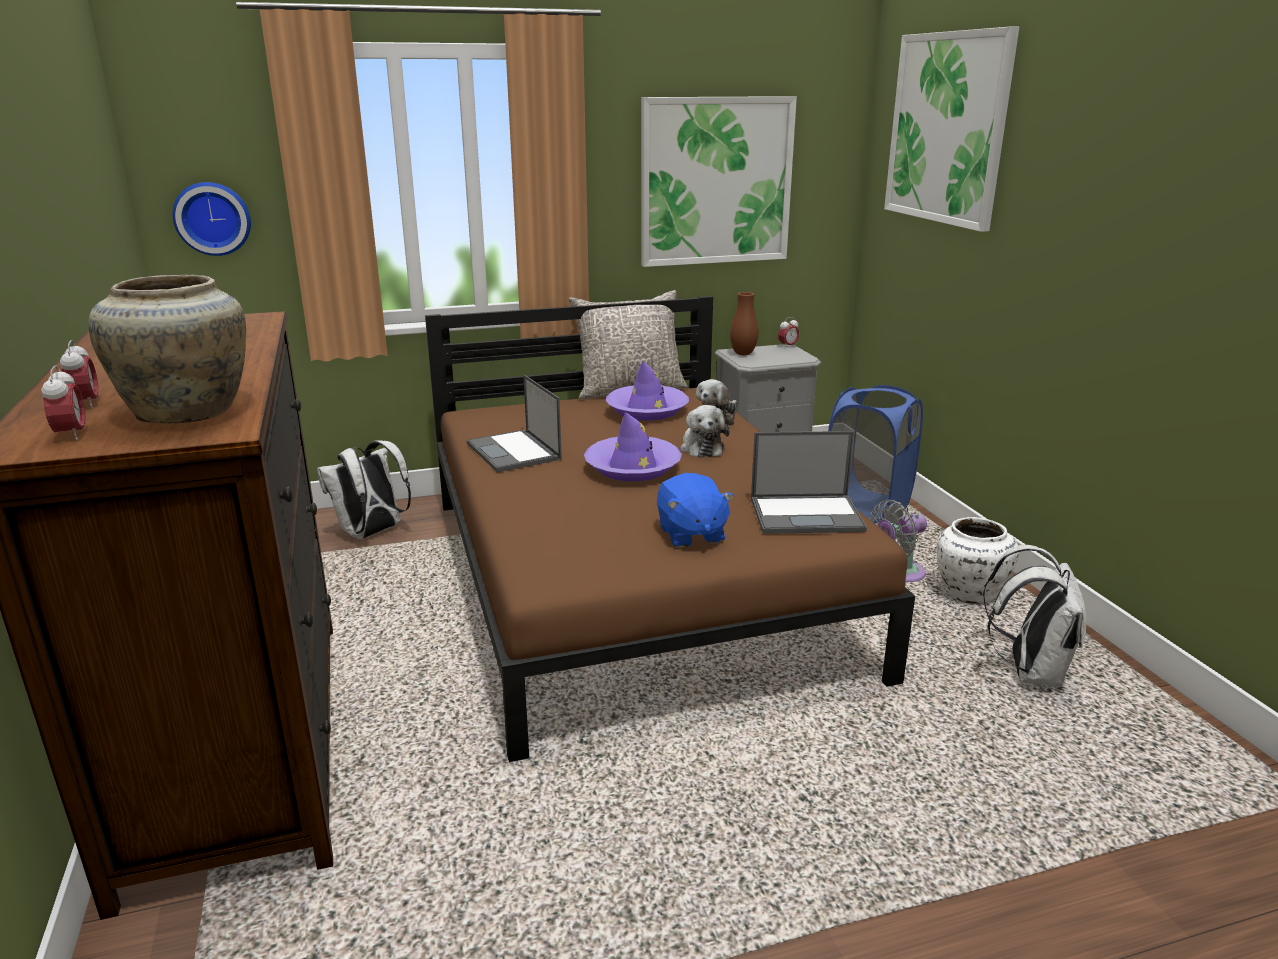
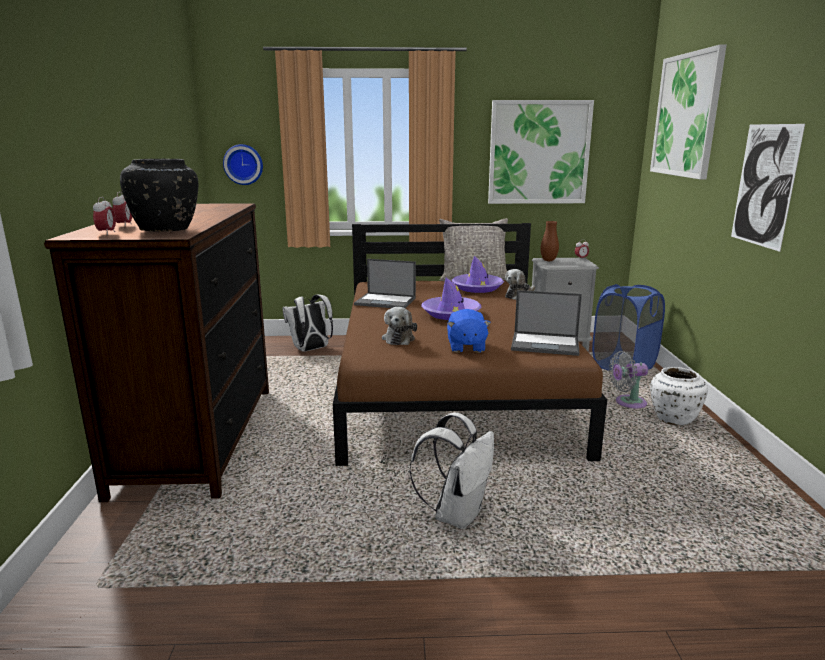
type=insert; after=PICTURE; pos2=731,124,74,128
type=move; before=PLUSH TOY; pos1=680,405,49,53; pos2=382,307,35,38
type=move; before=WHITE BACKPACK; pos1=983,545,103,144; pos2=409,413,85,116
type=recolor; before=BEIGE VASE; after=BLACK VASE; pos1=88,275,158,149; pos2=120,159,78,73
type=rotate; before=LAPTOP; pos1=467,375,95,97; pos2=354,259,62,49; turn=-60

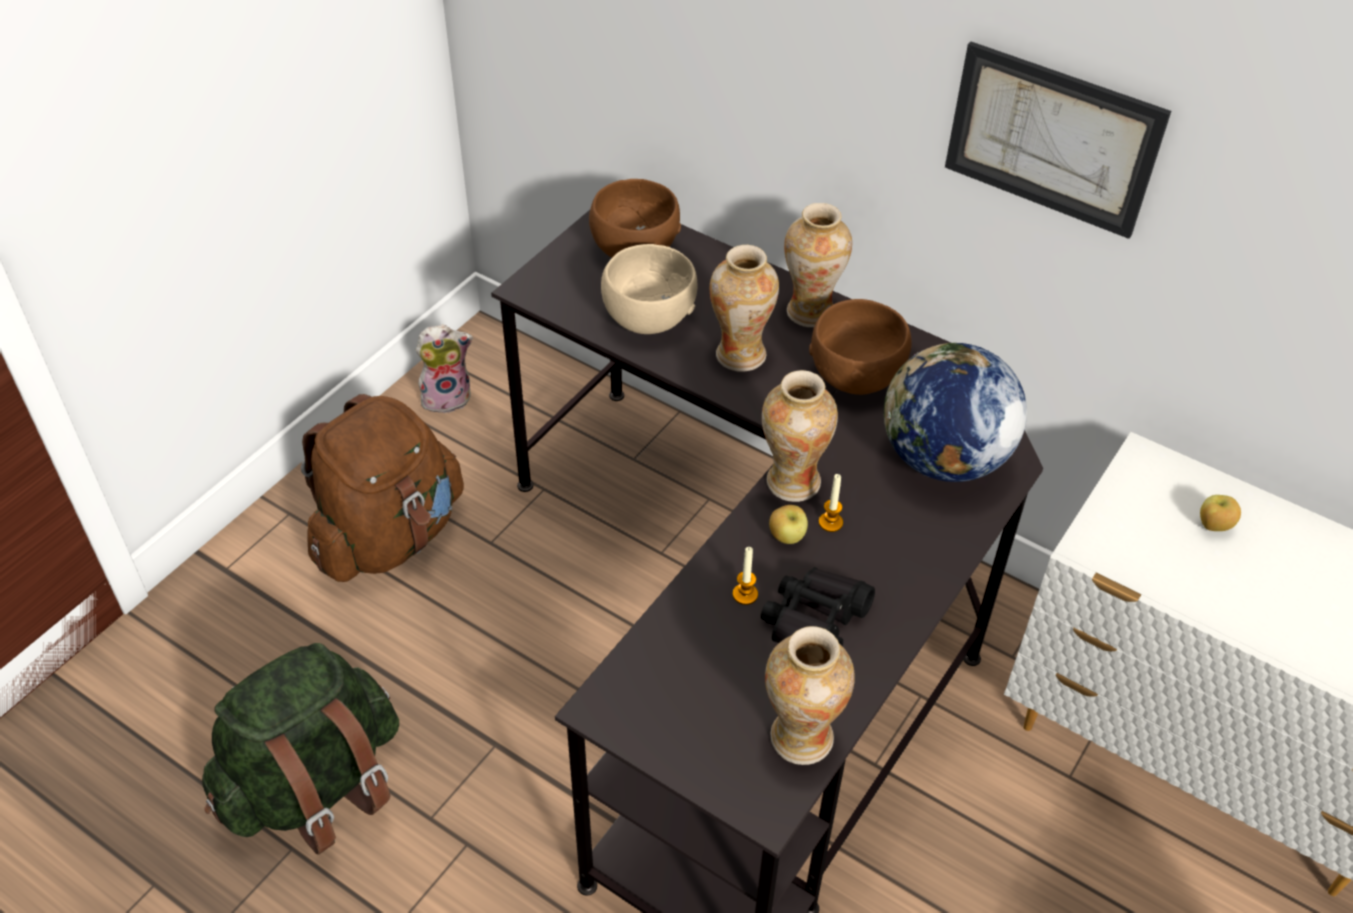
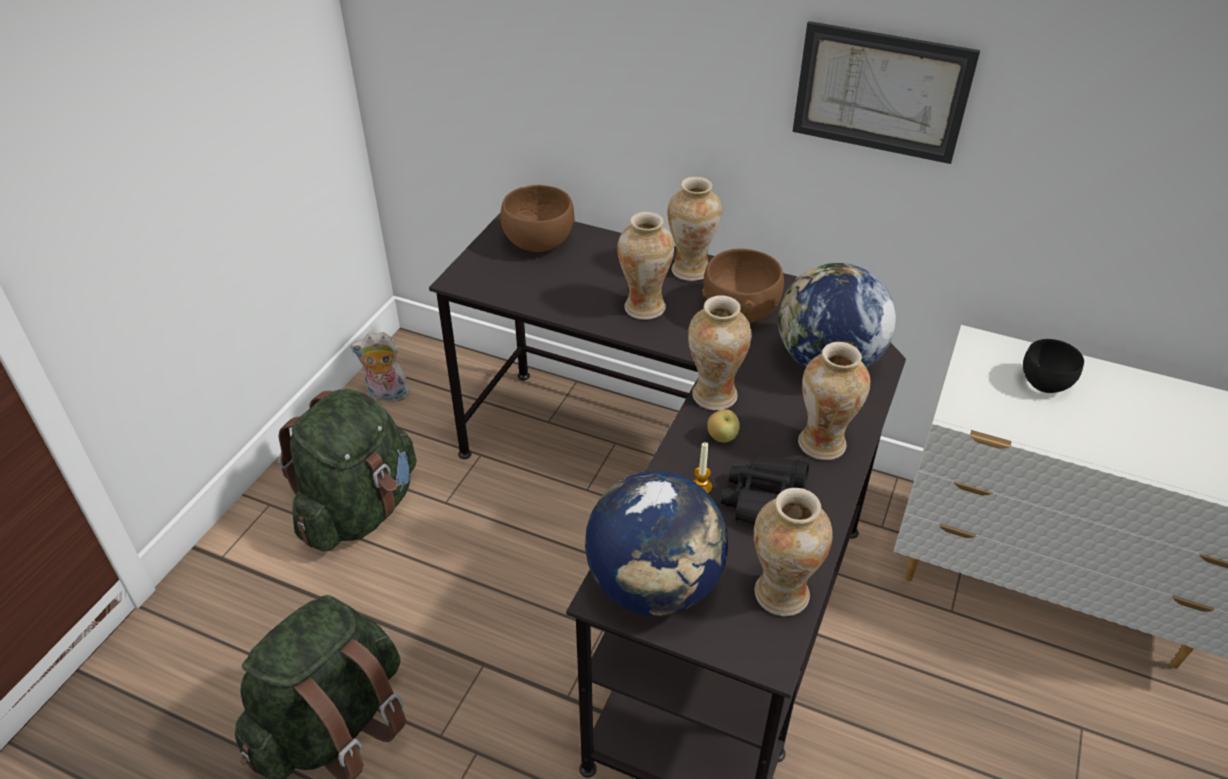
type=delete; before=BEIGE BOWL; pos1=601,244,96,90
type=delete; before=CANDLE; pos1=819,474,24,58
type=insert; after=GLOBE; pos2=585,471,143,145
type=insert; after=VASE; pos2=798,342,72,118
type=replace; before=APPLE; after=BLACK BOWL; pos1=1200,495,41,36; pos2=1023,339,61,54
type=recolor; before=BROWN BACKPACK; after=GREEN BACKPACK; pos1=301,394,163,188; pos2=278,389,138,162
type=rotate; before=PLUSH TOY; pos1=416,325,57,88; pos2=350,332,62,70; turn=-150

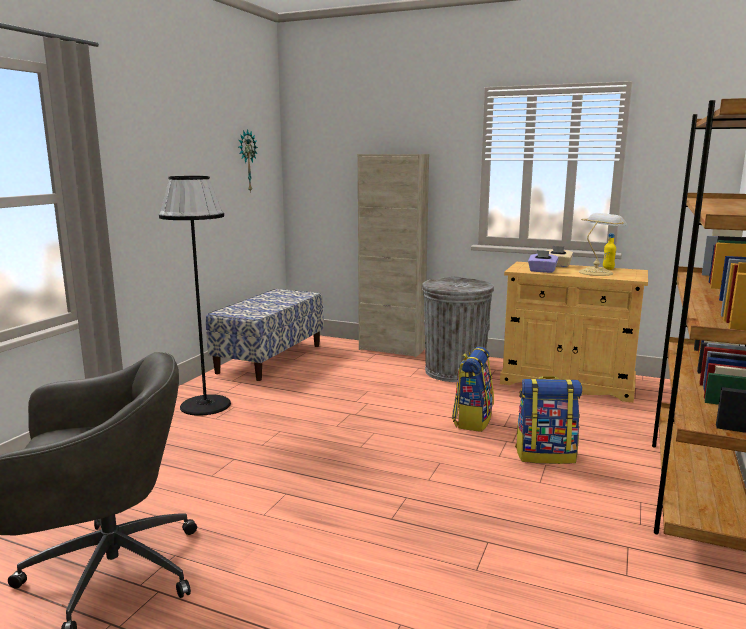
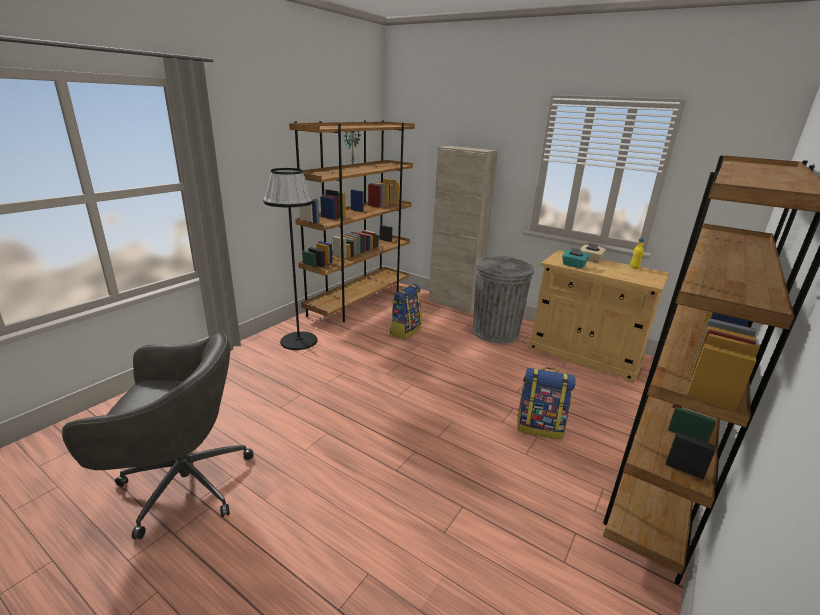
type=delete; before=TABLE LAMP; pos1=579,213,48,63
type=move; before=BACKPACK; pos1=452,347,42,85; pos2=390,284,32,56
type=replace; before=BENCH; after=BROWN BOOKCASE; pos1=206,289,118,92; pos2=289,120,126,202
type=recolor; before=PURPLE TISSUE BOX; after=TURQUOISE TISSUE BOX; pos1=528,250,31,23; pos2=562,248,28,21

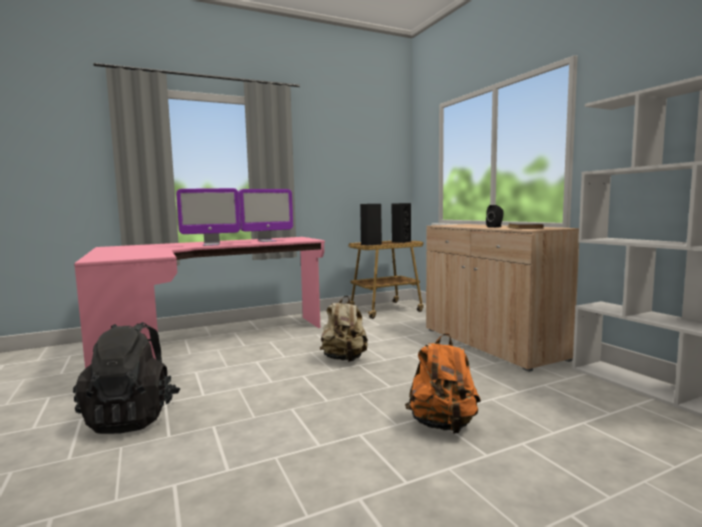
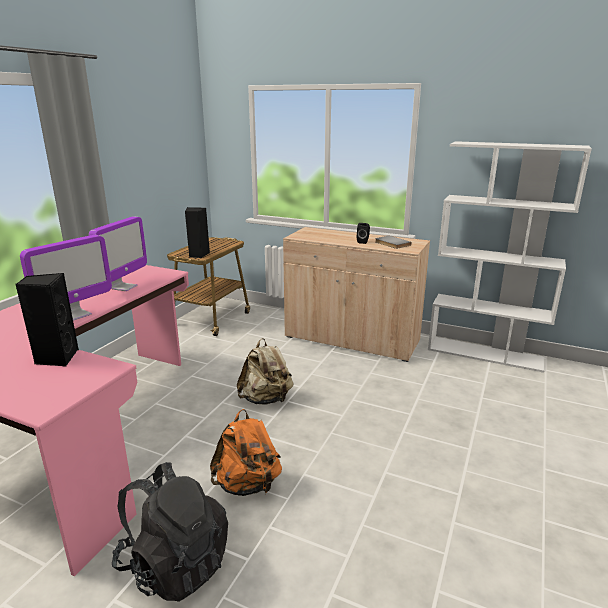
type=move; before=BLACK SPEAKER; pos1=391,203,20,40; pos2=15,273,64,93
type=move; before=ORANGE BACKPACK; pos1=405,333,76,101; pos2=210,409,72,87

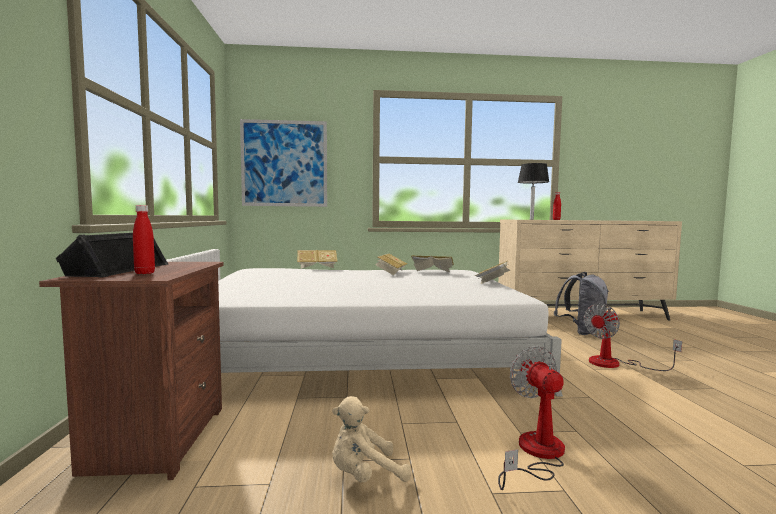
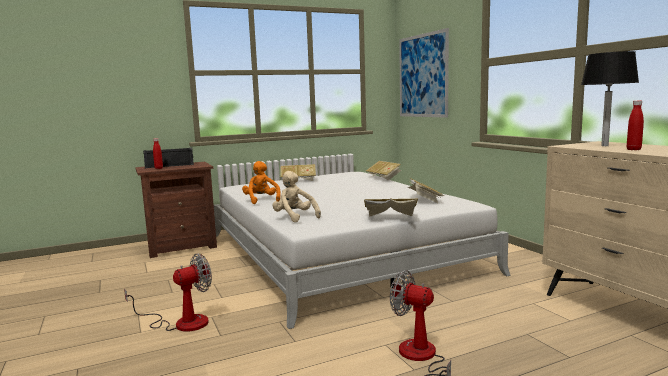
type=delete; before=GREY BACKPACK; pos1=554,272,55,63
type=insert; after=ORANGE PLUSH TOY; pos2=242,161,39,43
type=move; before=BEIGE PLUSH TOY; pos1=332,396,79,86; pos2=272,171,49,51
type=move; before=BOOK; pos1=375,254,32,21; pos2=280,164,36,17

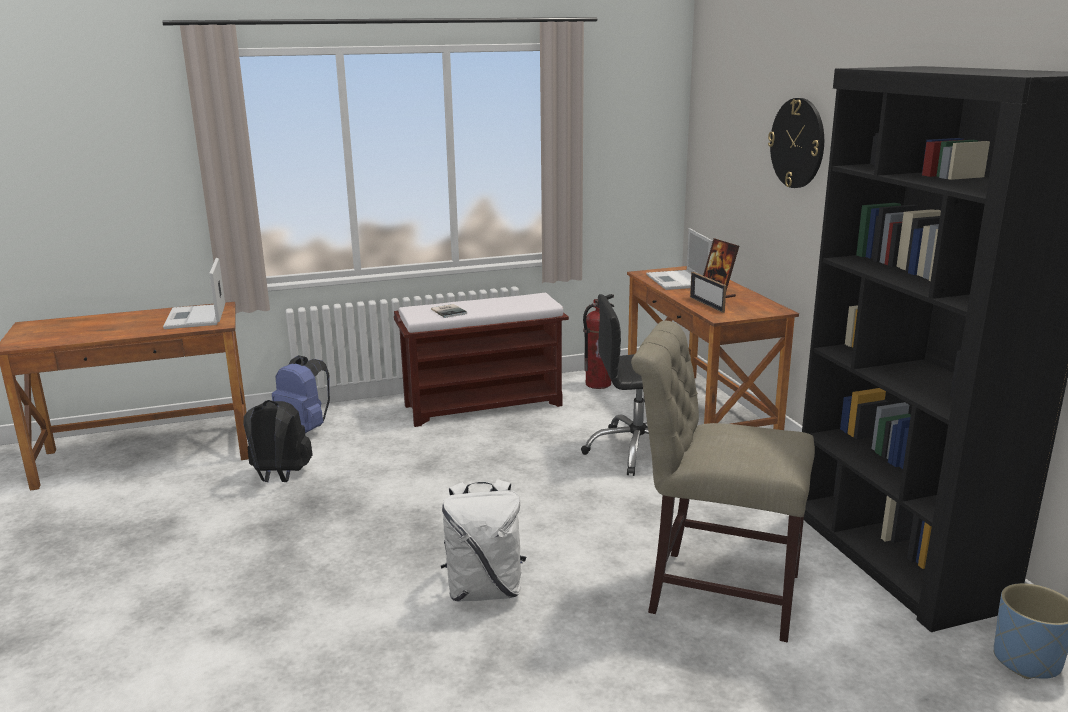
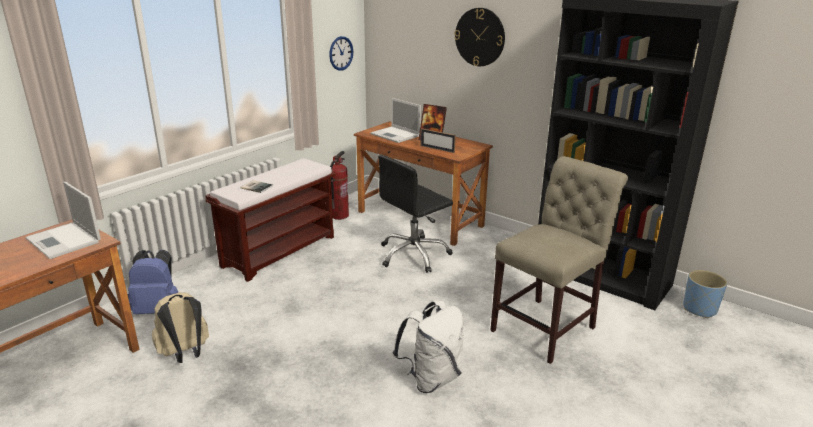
type=insert; after=WALL CLOCK; pos2=329,36,24,35
type=recolor; before=BLACK BACKPACK; after=BEIGE BACKPACK; pos1=243,400,70,82; pos2=152,292,57,71
type=rotate; before=BEIGE CHAIR; pos1=631,321,184,321; pos2=490,156,138,208; turn=150

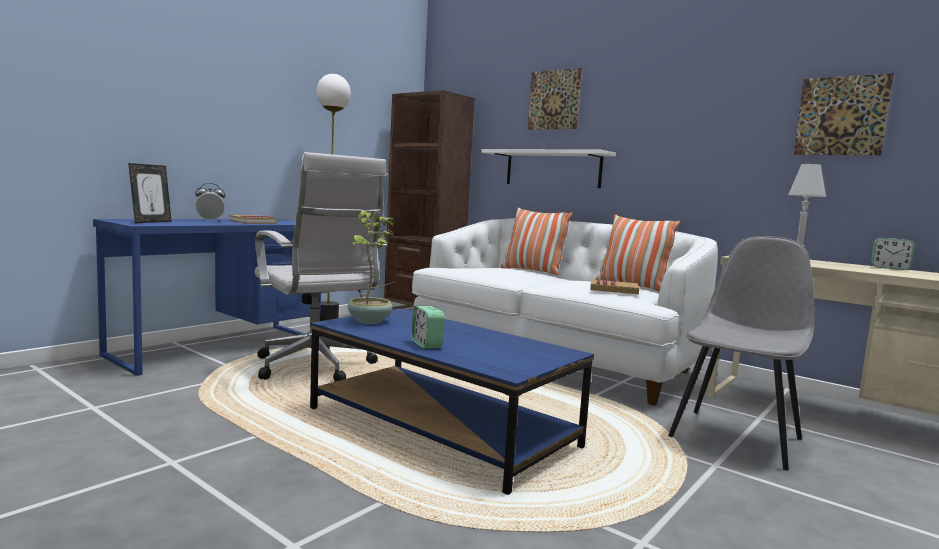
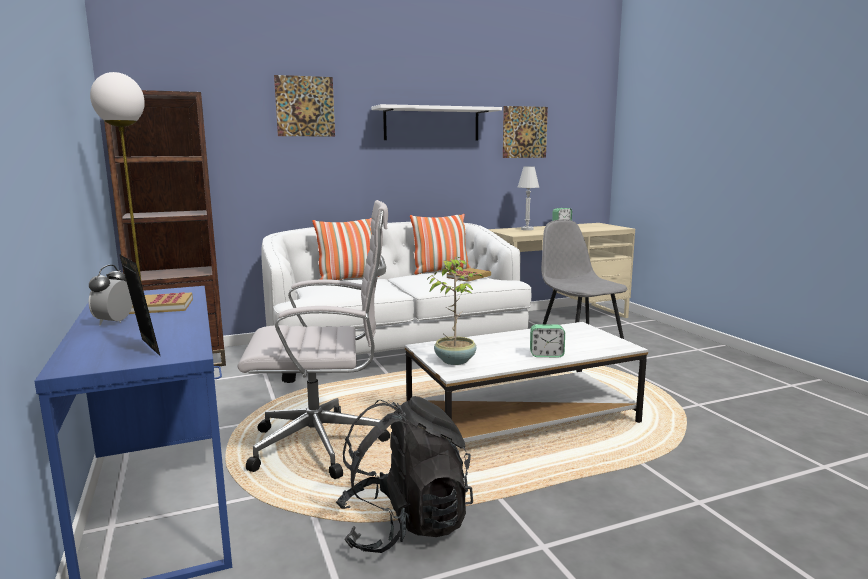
type=insert; after=BLACK BACKPACK; pos2=336,396,137,157
type=move; before=WHITE SHELF; pos1=481,149,135,39; pos2=371,104,131,36
type=recolor; before=BLUE COFFEE TABLE; after=WHITE COFFEE TABLE; pos1=310,308,284,187; pos2=405,322,243,121

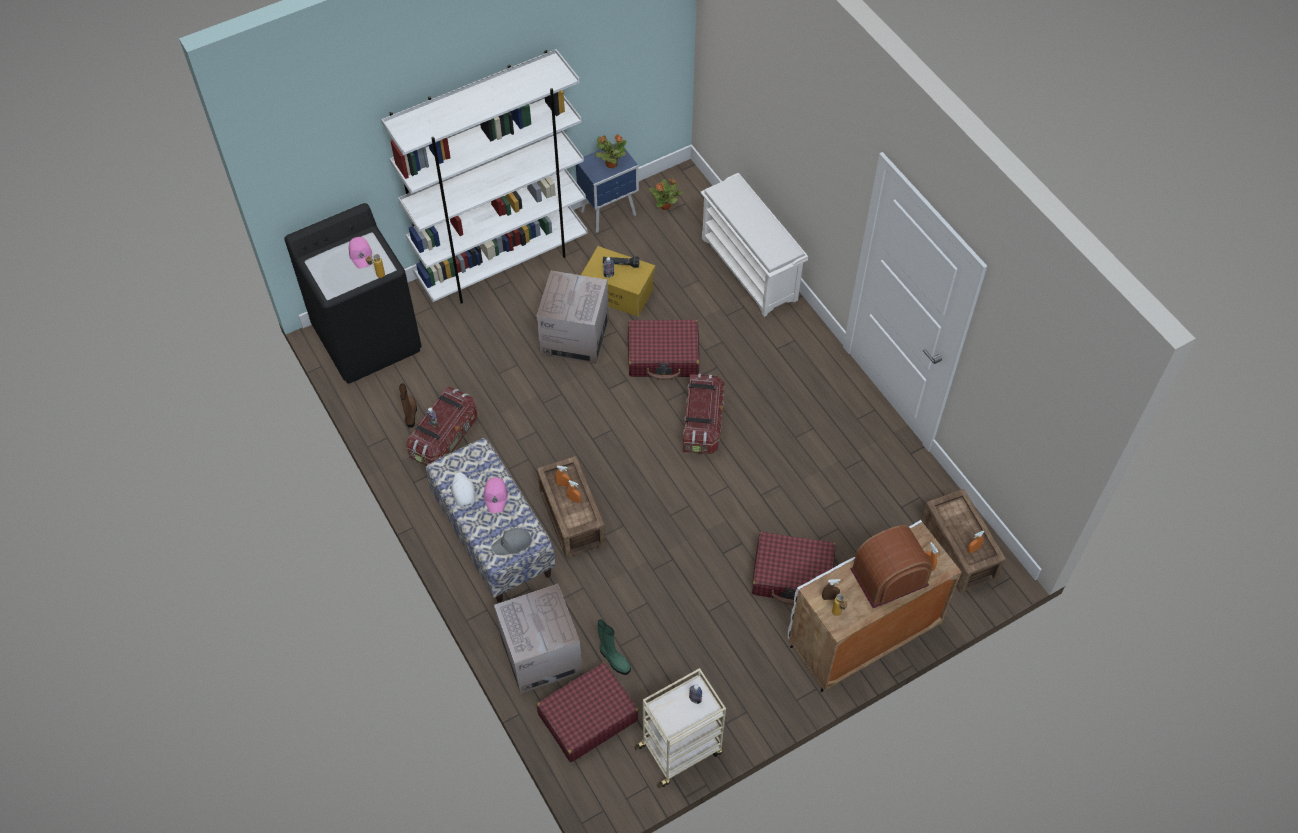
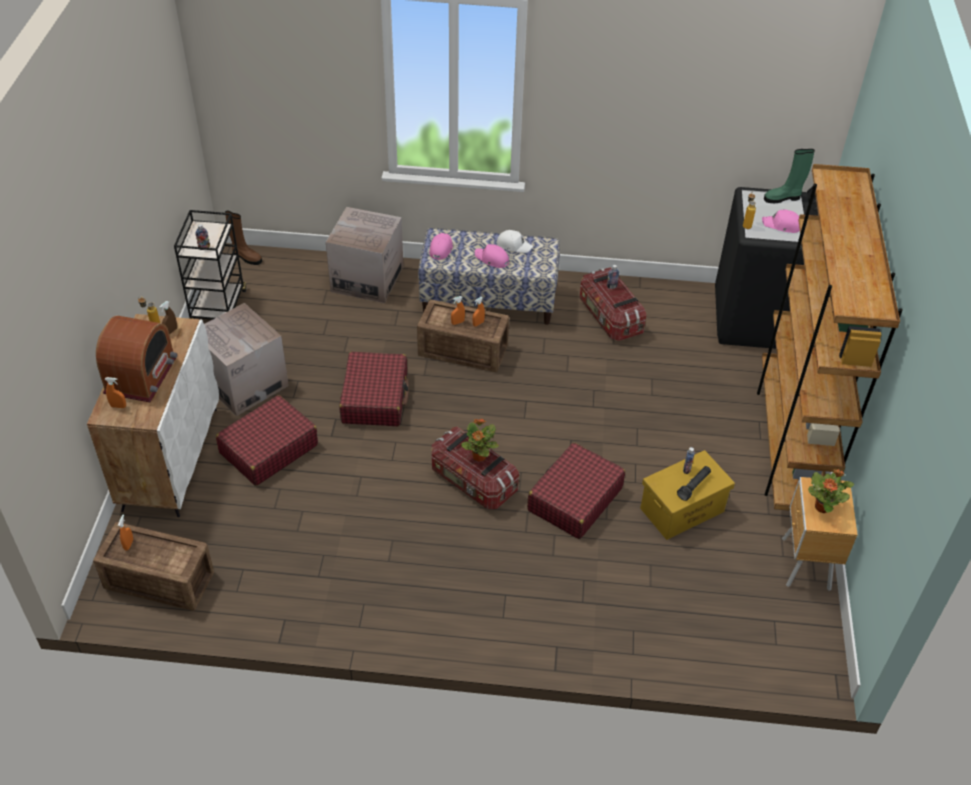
type=delete; before=WHITE SHOE RACK; pos1=701,173,107,144
type=move; before=BROWN BOOT; pos1=399,384,18,44; pos2=225,211,37,54
type=move; before=CARDBOARD BOX; pos1=537,270,72,94; pos2=204,303,85,113
type=move; before=RED SUITCASE; pos1=537,662,102,100; pos2=339,352,70,74
type=move; before=GREEN BOOT; pos1=598,619,33,56; pos2=764,149,51,54
type=move; before=POTTED PLANT; pos1=649,179,34,31; pos2=461,418,38,44
type=recolor; before=WHITE BOOKCASE; after=BROWN BOOKCASE; pos1=381,49,207,255; pos2=757,164,146,347
type=recolor; before=GREY CAP; after=PINK CAP; pos1=491,528,41,27; pos2=429,233,24,27
type=recolor; before=BLUE NIGHTSTAND; after=BROWN NIGHTSTAND; pos1=576,143,63,90; pos2=782,477,76,114
type=recolor; before=BEIGE CART; after=BLACK CART; pos1=634,668,92,121; pos2=174,210,73,110

